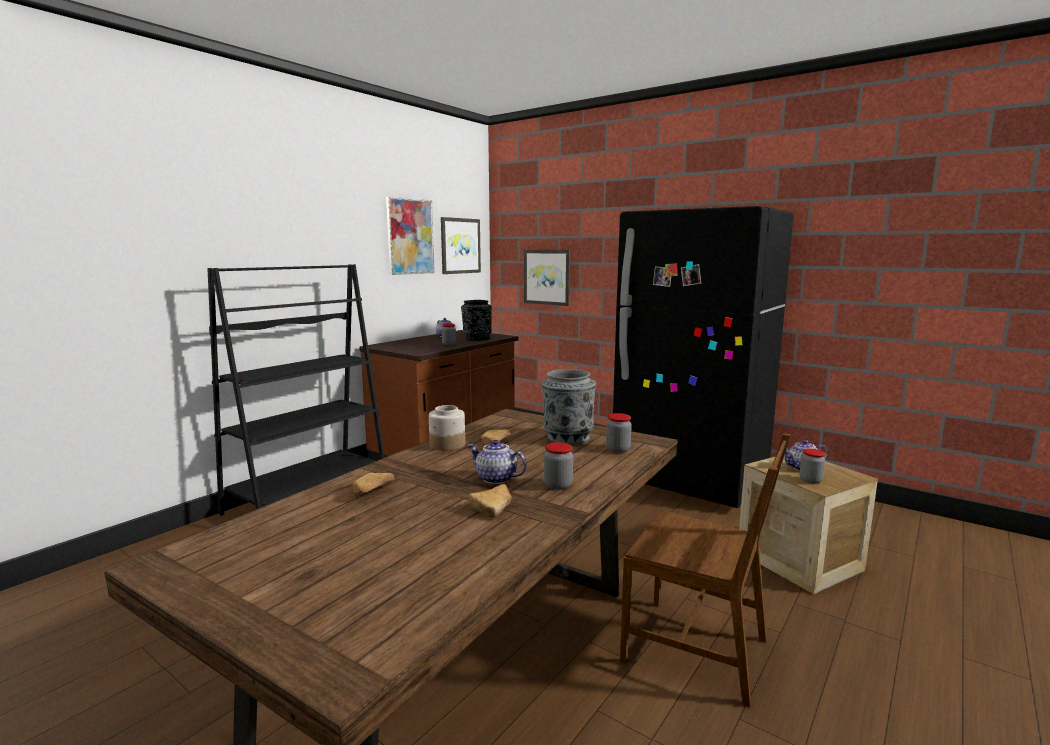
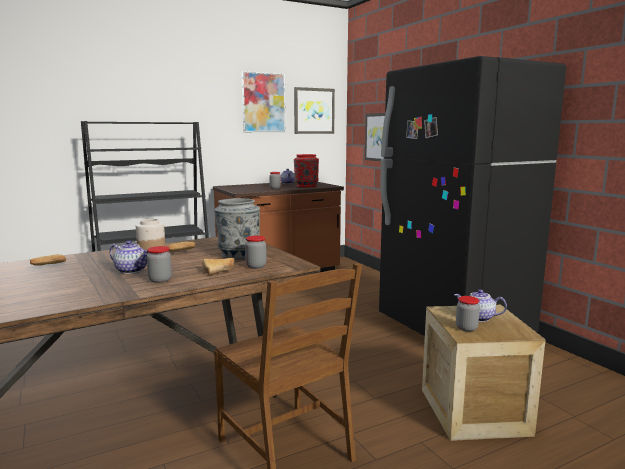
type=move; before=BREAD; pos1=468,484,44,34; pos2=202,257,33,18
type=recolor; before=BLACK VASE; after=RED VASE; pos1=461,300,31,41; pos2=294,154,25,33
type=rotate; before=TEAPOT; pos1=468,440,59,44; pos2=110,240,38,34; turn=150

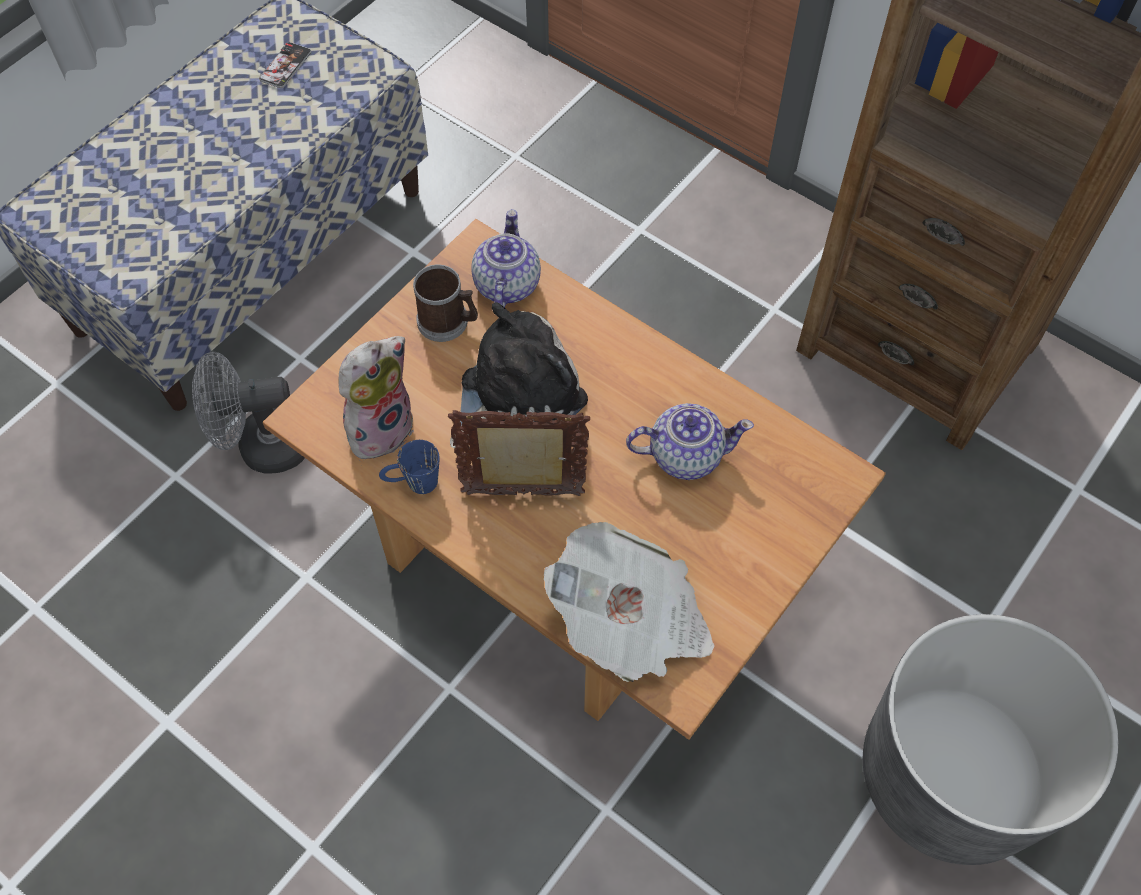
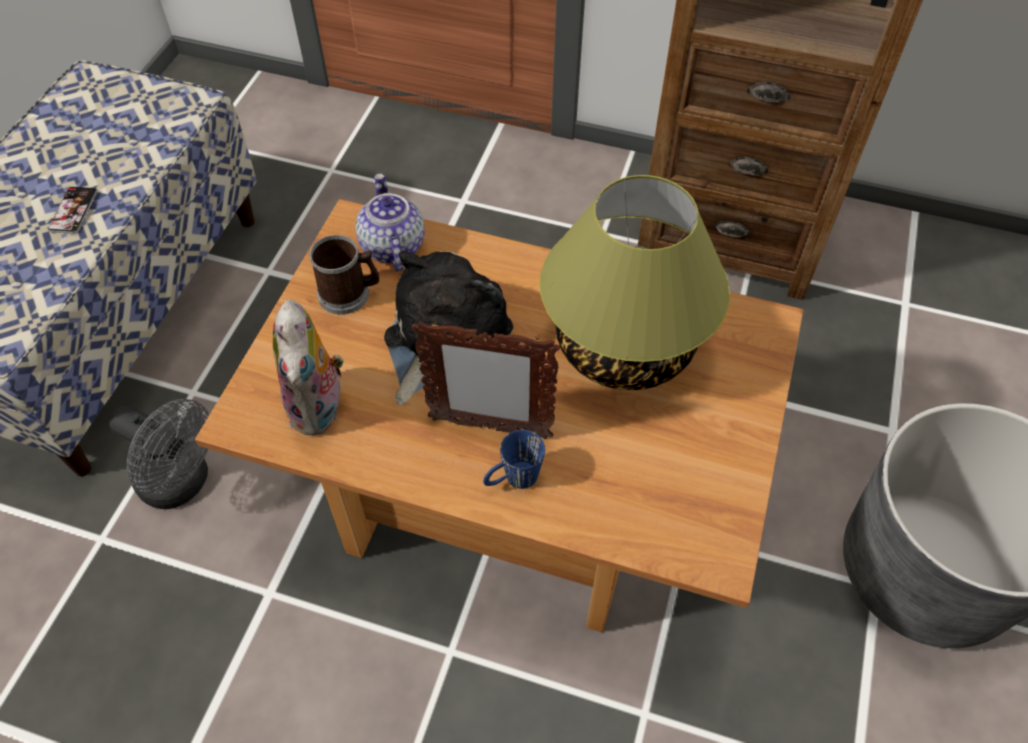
type=delete; before=NEWSPAPER; pos1=544,522,171,160
type=move; before=PHONE; pos1=259,42,53,46; pos2=48,187,50,47
type=move; before=BLUE MUG; pos1=379,440,61,54; pos2=483,430,62,59
type=replace; before=TEAPOT; after=TABLE LAMP; pos1=626,403,128,77; pos2=540,175,190,215
type=rotate; before=GREY FAN; pos1=192,352,113,121; pos2=109,399,100,110; turn=-120
type=rotate; before=PLUSH TOY; pos1=339,336,75,126; pos2=273,300,72,136; turn=150
type=rotate; before=PICTURE FRAME; pos1=448,410,142,86; pos2=412,321,148,118; turn=-150

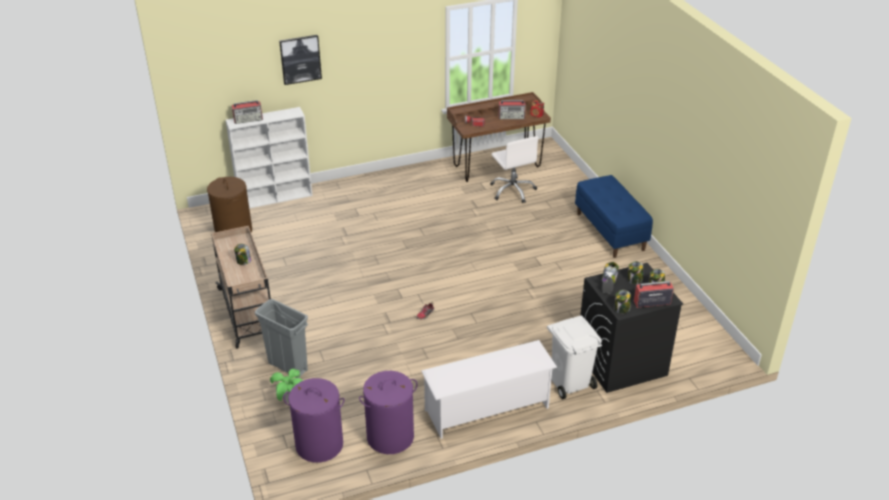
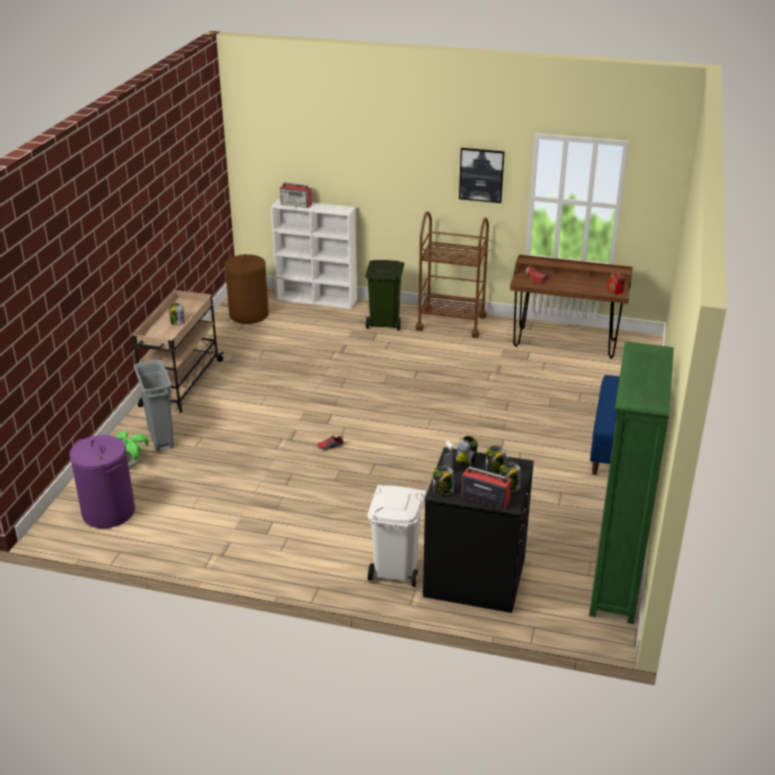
type=delete; before=PURPLE LAUNDRY BASKET; pos1=359,371,58,83
type=delete; before=WHITE SHOE RACK; pos1=421,340,136,99
type=delete; before=WHITE OFFICE CHAIR; pos1=490,136,49,67
type=delete; before=RADIO; pos1=498,100,28,19
type=insert; after=GREEN TRASH CAN; pos2=365,260,39,71
type=insert; after=BROWN CART; pos2=416,211,73,127
type=insert; after=GREEN BOOKCASE; pos2=589,341,85,283
type=move; before=PICTURE; pos1=279,35,43,50; pos2=459,148,46,55

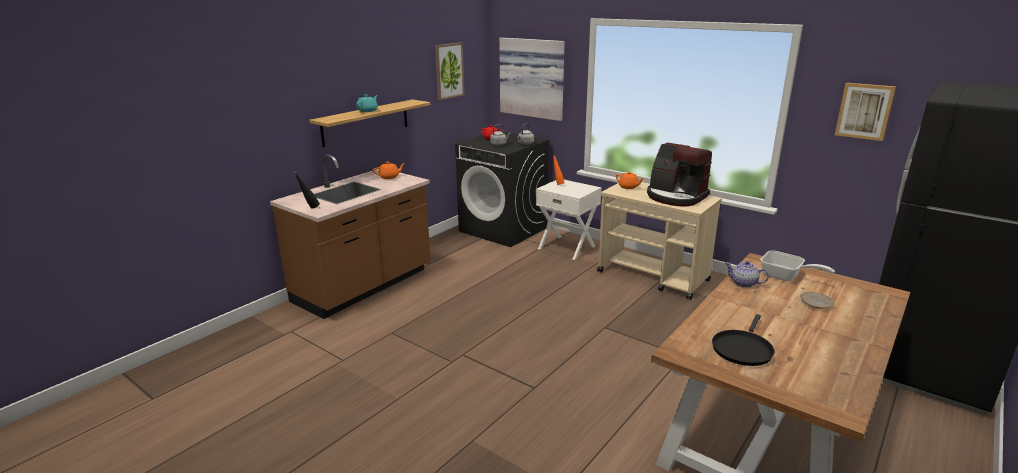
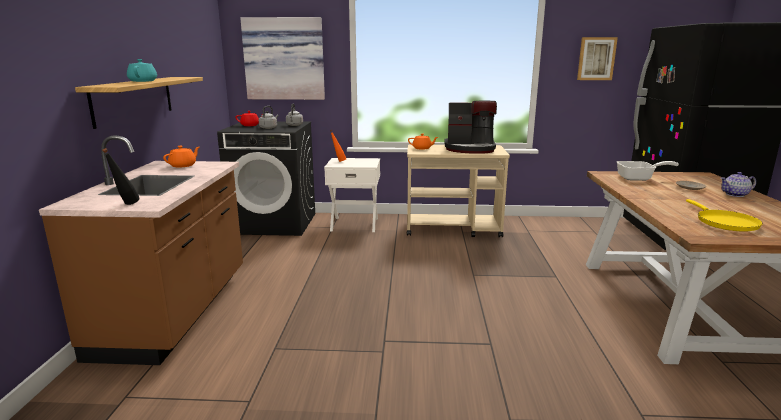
type=delete; before=PICTURE; pos1=435,42,30,58
type=move; before=TEAPOT; pos1=725,261,44,27; pos2=720,172,36,25
type=recolor; before=BLACK FRYING PAN; after=YELLOW FRYING PAN; pos1=712,314,63,52; pos2=686,199,77,33

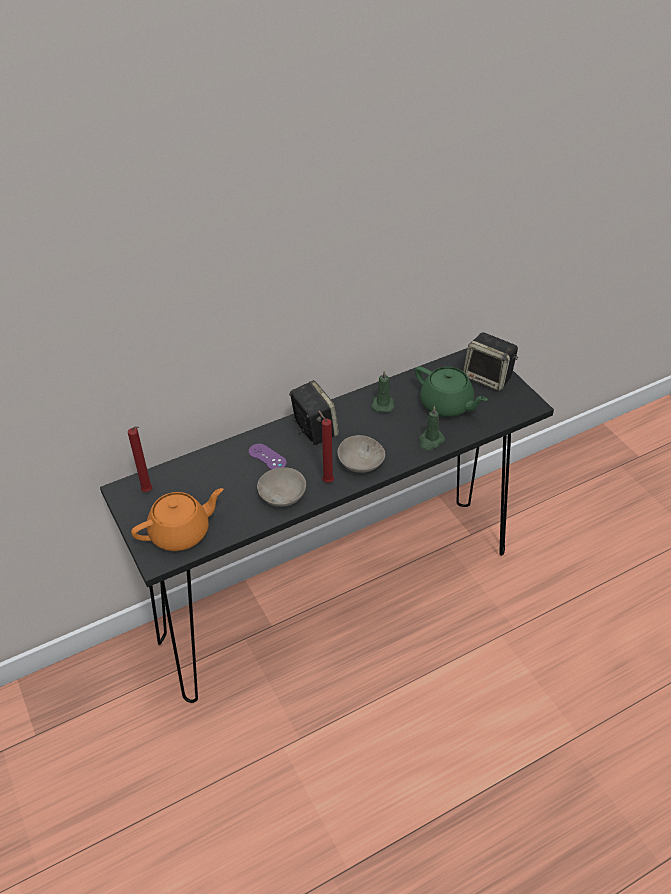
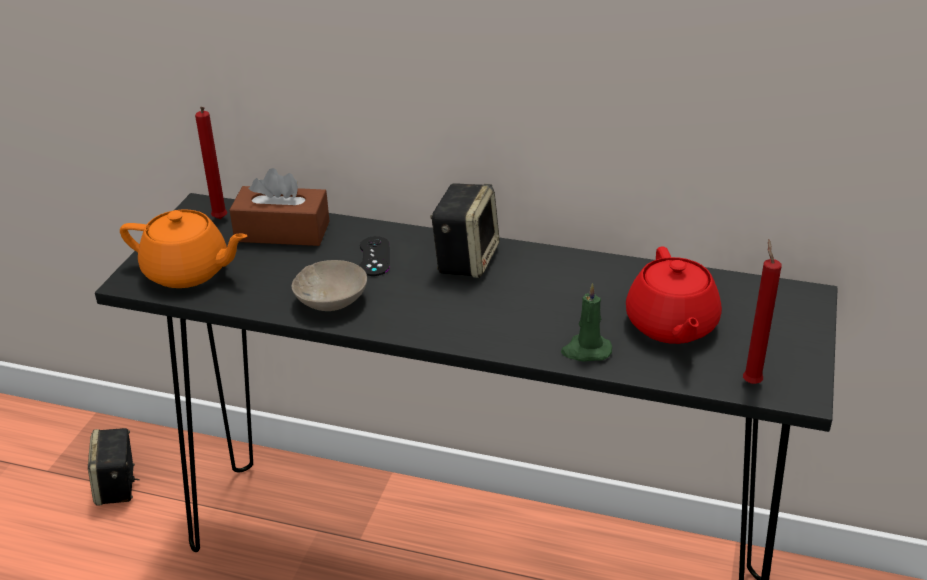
type=delete; before=BEIGE BOWL; pos1=337,435,48,38
type=delete; before=GREEN CANDLE; pos1=371,370,23,43
type=insert; after=BROWN TISSUE BOX; pos2=229,168,100,78
type=move; before=RED CANDLE; pos1=318,410,16,73; pos2=743,239,39,145
type=move; before=SPEAKER; pos1=463,332,55,59; pos2=88,428,52,77
type=recolor; before=PURPLE GAME CONTROLLER; after=BLACK GAME CONTROLLER; pos1=249,444,38,26; pos2=359,236,31,40
type=recolor; before=GREEN TEAPOT; after=RED TEAPOT; pos1=415,366,73,51; pos2=626,247,96,97

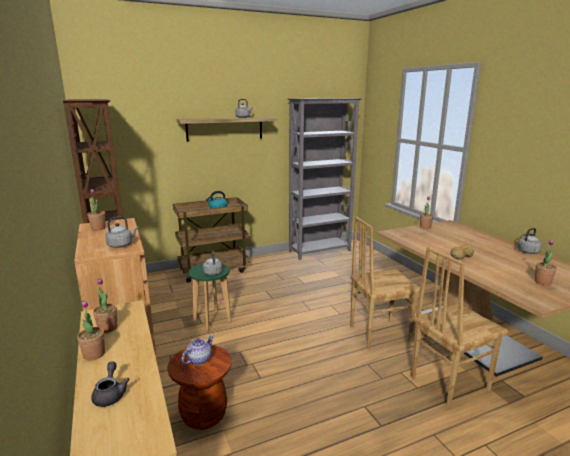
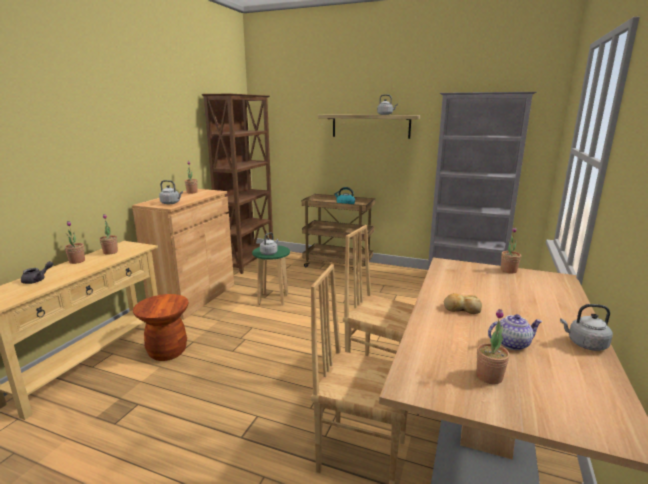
type=move; before=TEAPOT; pos1=182,335,32,30; pos2=488,314,55,36

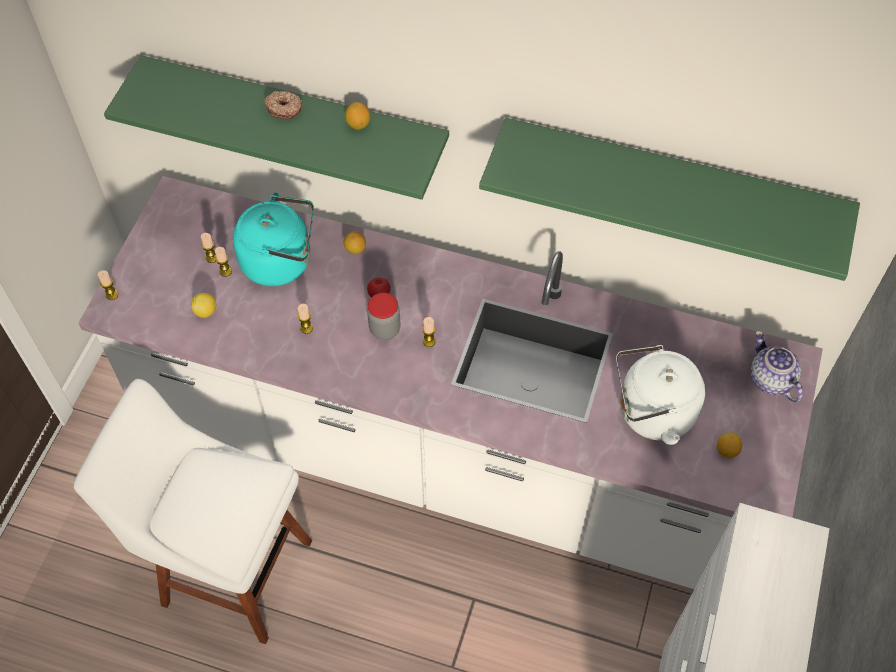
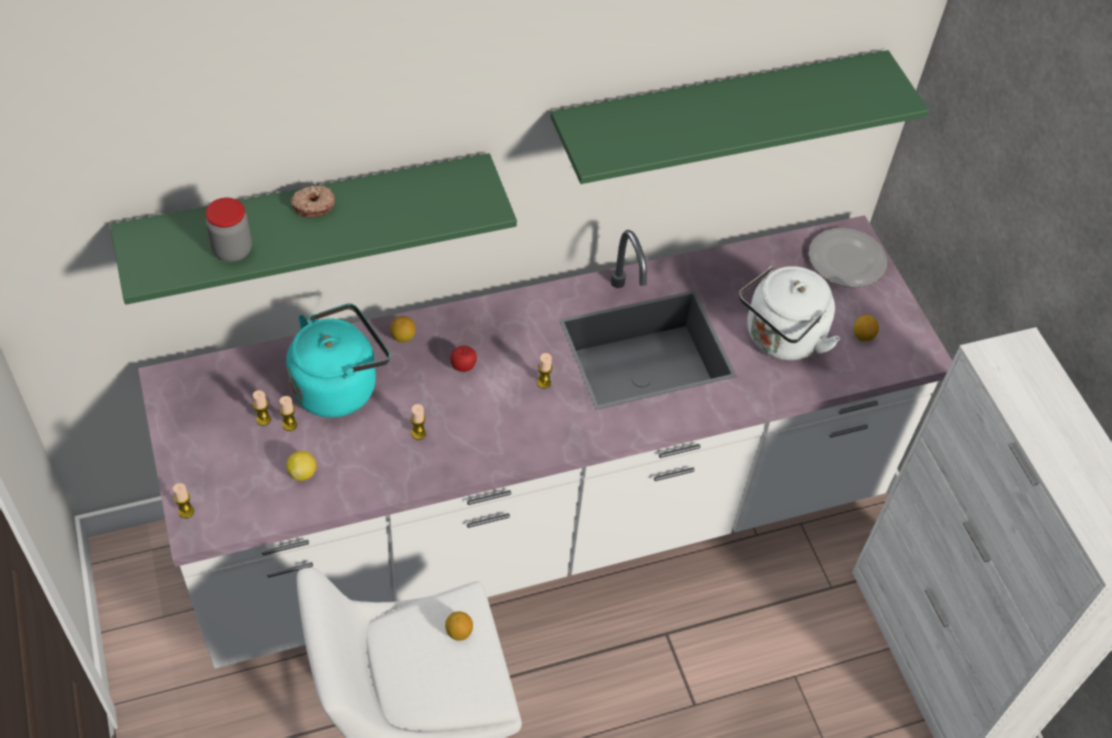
type=move; before=LEMON; pos1=345,102,25,28; pos2=445,611,28,30
type=move; before=JAR; pos1=367,293,33,47; pos2=205,198,47,64
type=replace; before=TEAPOT; after=PLATE; pos1=750,331,53,71; pos2=809,228,78,60

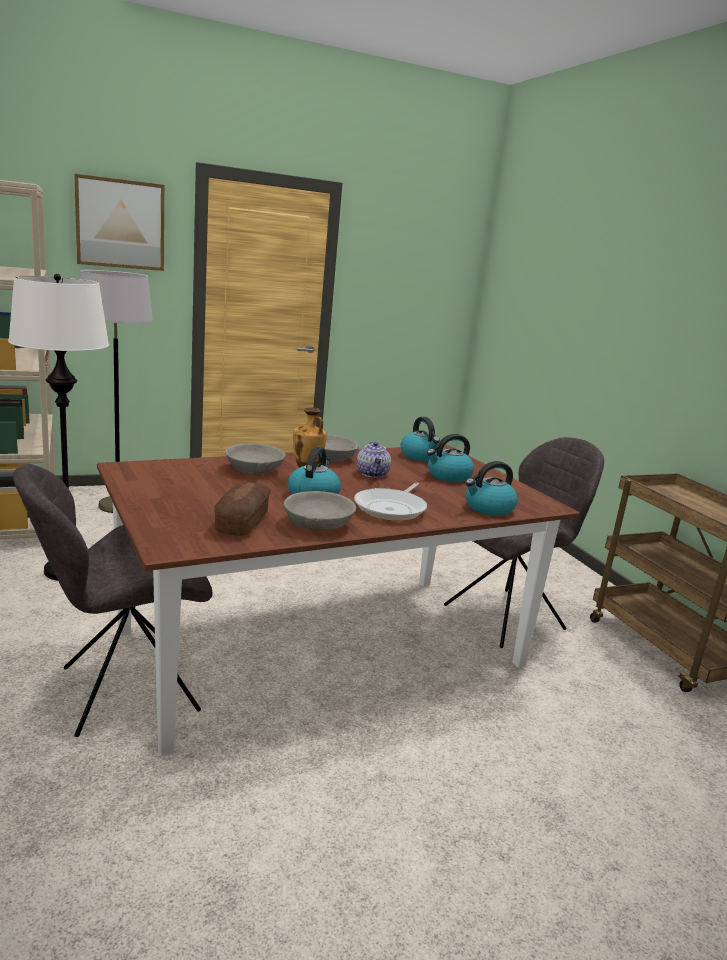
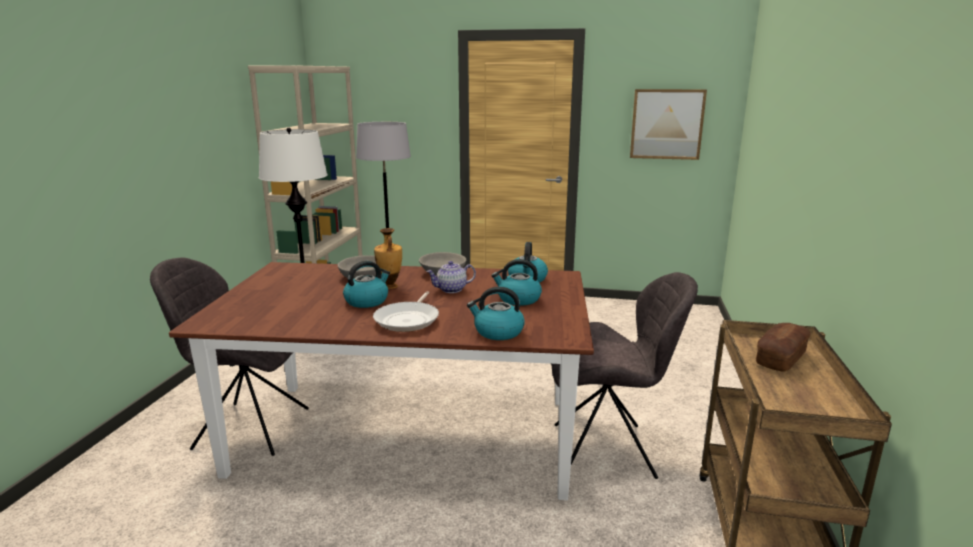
type=delete; before=GREY BOWL; pos1=284,491,72,39
type=move; before=PICTURE; pos1=74,174,90,97; pos2=630,89,77,71
type=move; before=BREAD; pos1=214,482,56,54; pos2=756,323,55,49
type=rotate; before=FRYING PAN; pos1=354,482,73,39; pos2=373,291,66,41; turn=-45
type=rotate; before=TEAPOT; pos1=357,442,34,36; pos2=426,261,50,32; turn=45

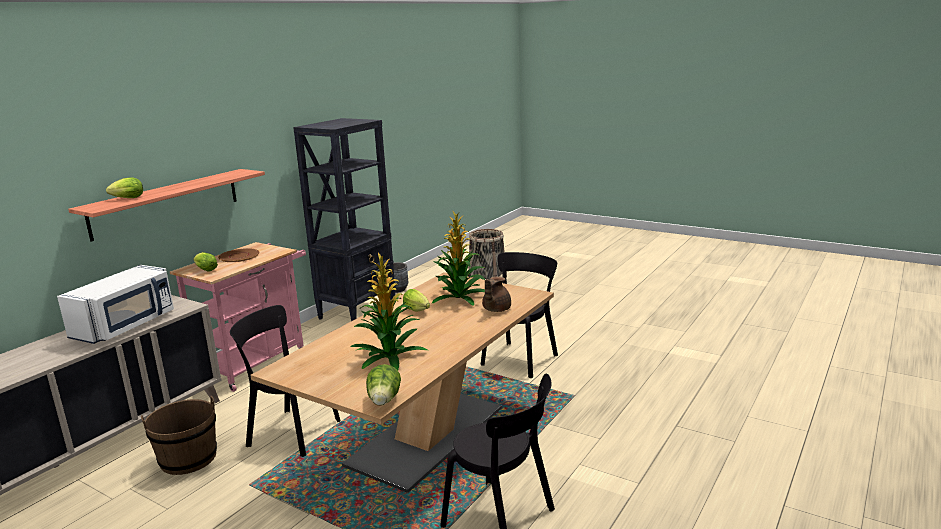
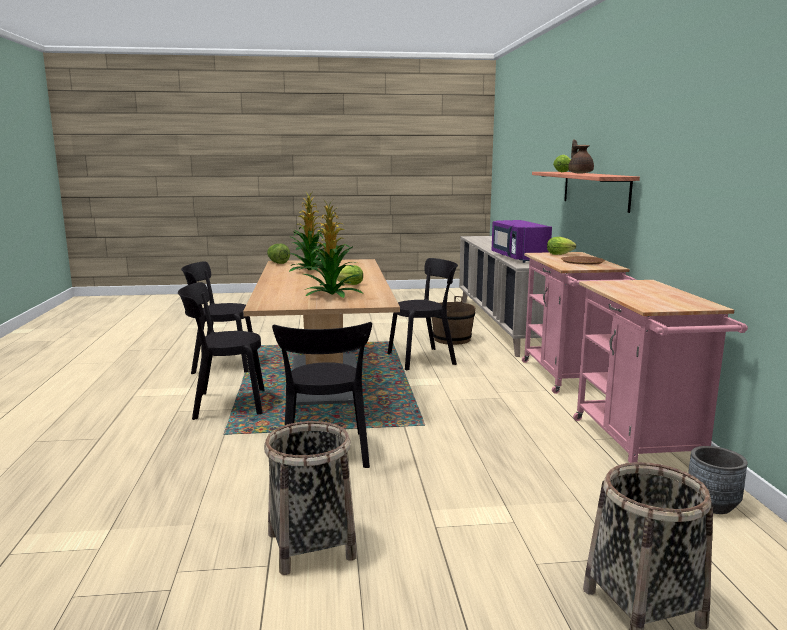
type=insert; after=BLACK CHAIR; pos2=178,282,87,138
type=insert; after=BASKET; pos2=264,421,93,154
type=move; before=BROWN TEAPOT; pos1=482,276,29,36; pos2=568,139,26,34
type=replace; before=BLACK BOOKCASE; after=PINK CART; pos1=293,118,102,203; pos2=573,280,175,183
type=recolor; before=WHITE MICROWAVE; after=PURPLE MICROWAVE; pos1=57,265,117,79; pos2=492,220,60,43

